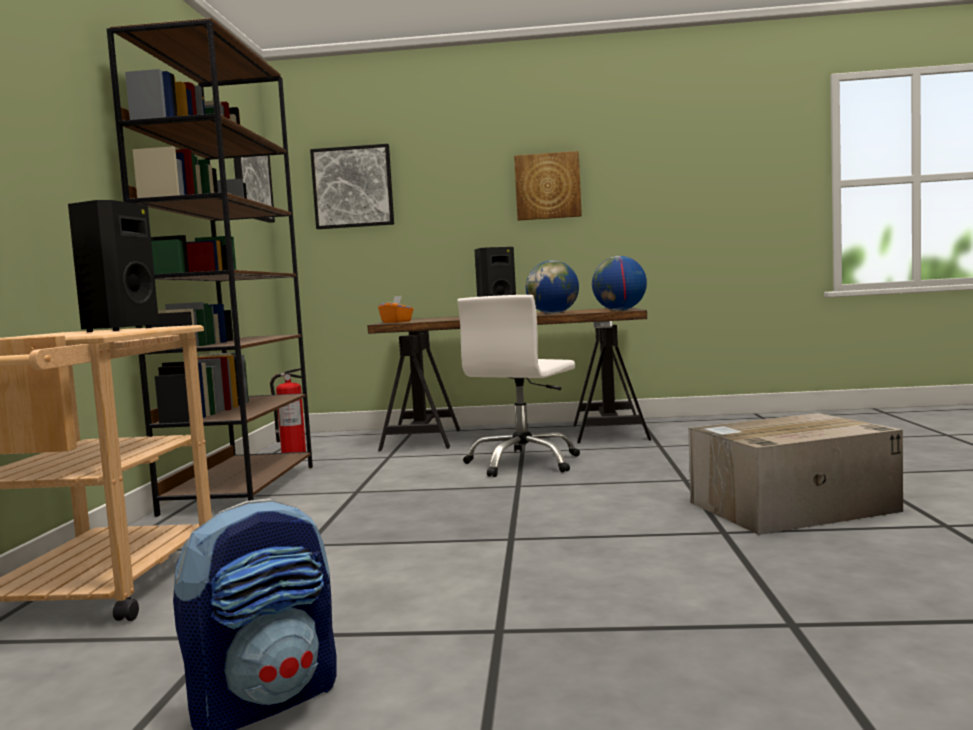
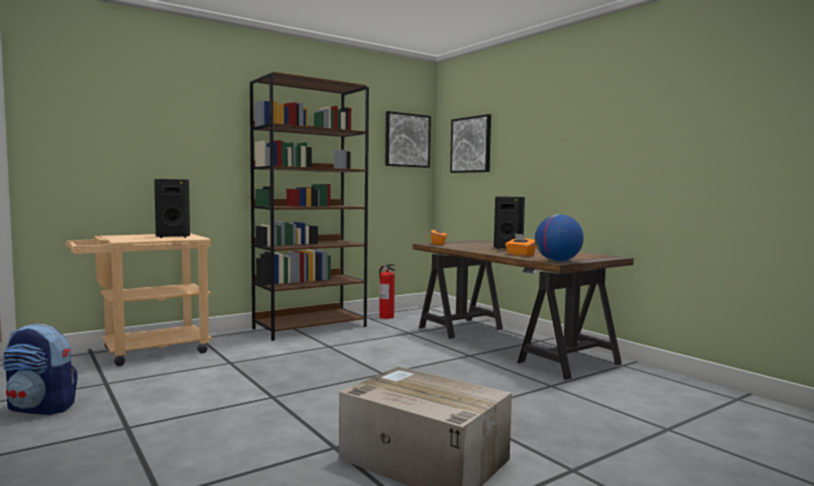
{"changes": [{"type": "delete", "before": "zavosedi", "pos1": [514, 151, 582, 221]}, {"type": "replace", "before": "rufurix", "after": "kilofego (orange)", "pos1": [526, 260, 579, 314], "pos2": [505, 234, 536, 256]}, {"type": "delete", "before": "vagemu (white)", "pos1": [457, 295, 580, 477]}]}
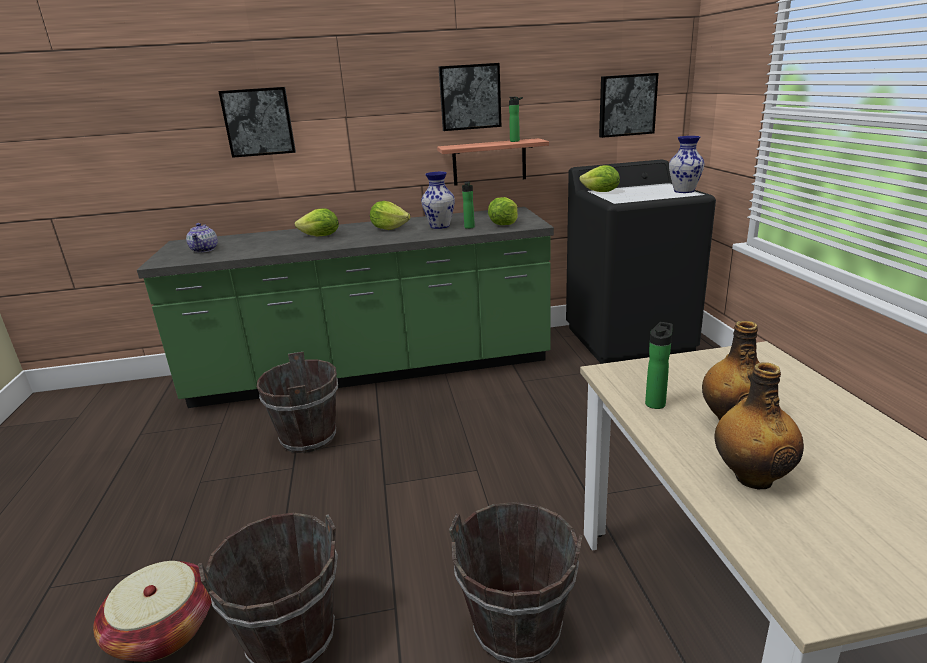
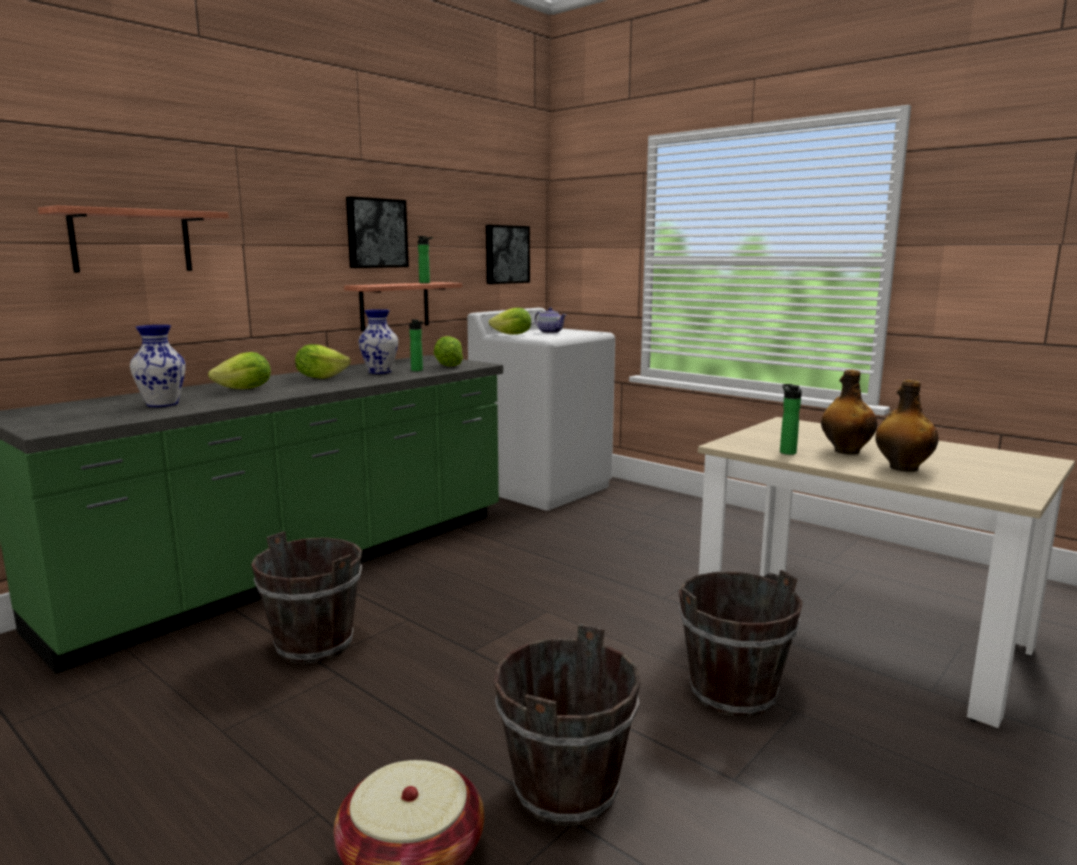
{"changes": [{"type": "replace", "before": "zavosedi", "after": "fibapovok", "pos1": [218, 87, 296, 158], "pos2": [38, 205, 229, 273]}, {"type": "move", "before": "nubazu", "pos1": [669, 136, 705, 193], "pos2": [130, 325, 186, 407]}, {"type": "recolor", "before": "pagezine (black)", "after": "pagezine (white)", "pos1": [566, 159, 716, 364], "pos2": [467, 308, 615, 511]}, {"type": "move", "before": "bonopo", "pos1": [186, 223, 218, 253], "pos2": [535, 307, 566, 334]}]}
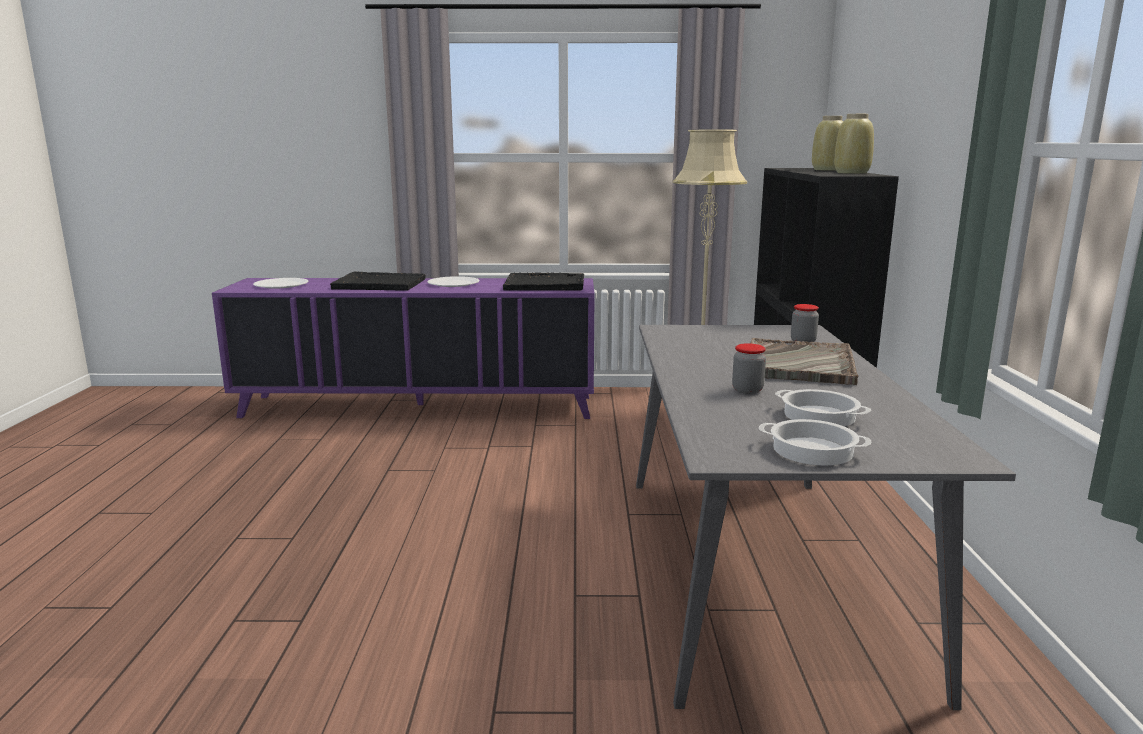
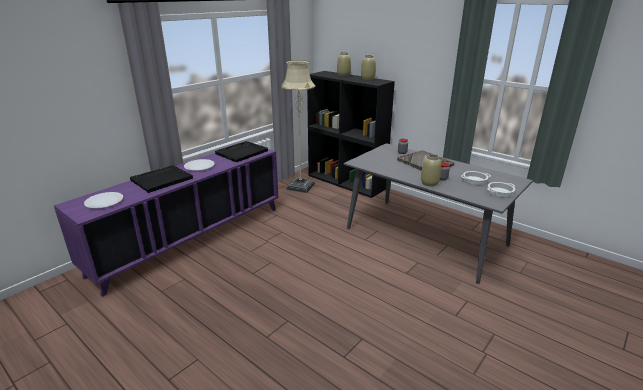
{"changes": [{"type": "insert", "after": "nubazu (beige)", "pos2": [421, 154, 441, 187]}]}
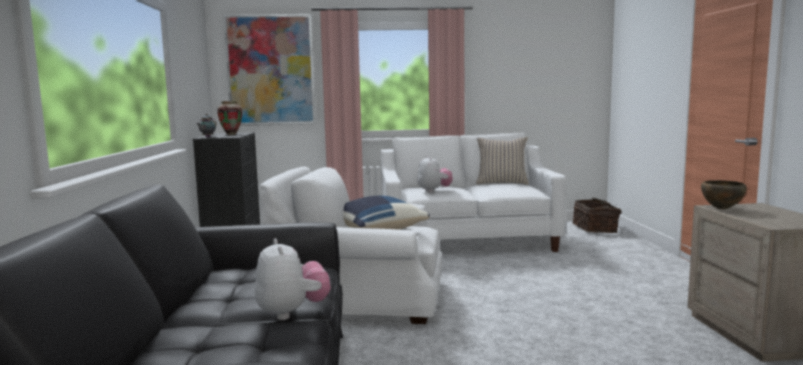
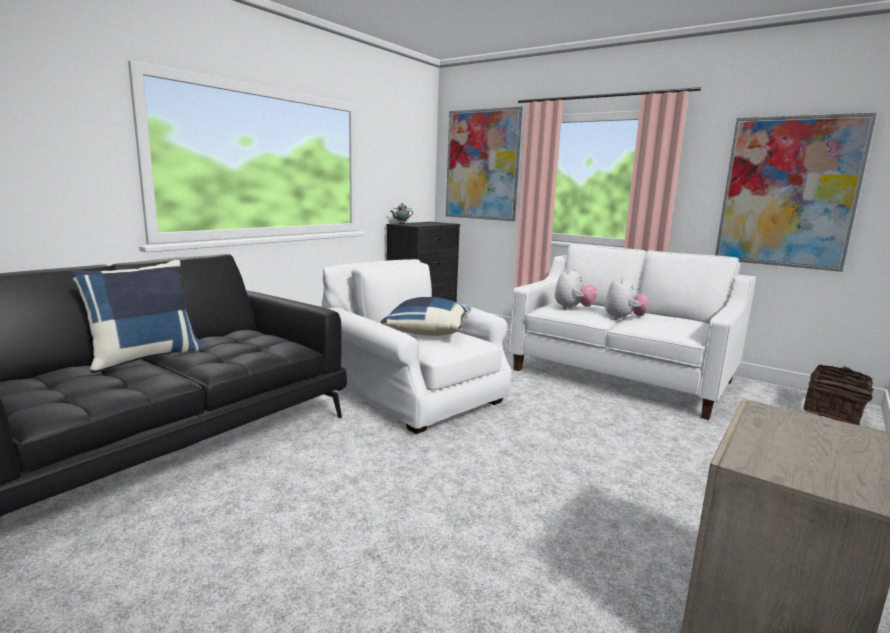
{"changes": [{"type": "delete", "before": "nubazu", "pos1": [217, 101, 242, 135]}, {"type": "delete", "before": "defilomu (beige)", "pos1": [476, 137, 529, 185]}, {"type": "delete", "before": "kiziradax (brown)", "pos1": [701, 180, 747, 209]}, {"type": "move", "before": "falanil", "pos1": [255, 238, 331, 320], "pos2": [605, 276, 648, 320]}, {"type": "insert", "after": "zavosedi", "pos2": [715, 113, 877, 272]}, {"type": "insert", "after": "defilomu (blue)", "pos2": [69, 260, 205, 373]}]}
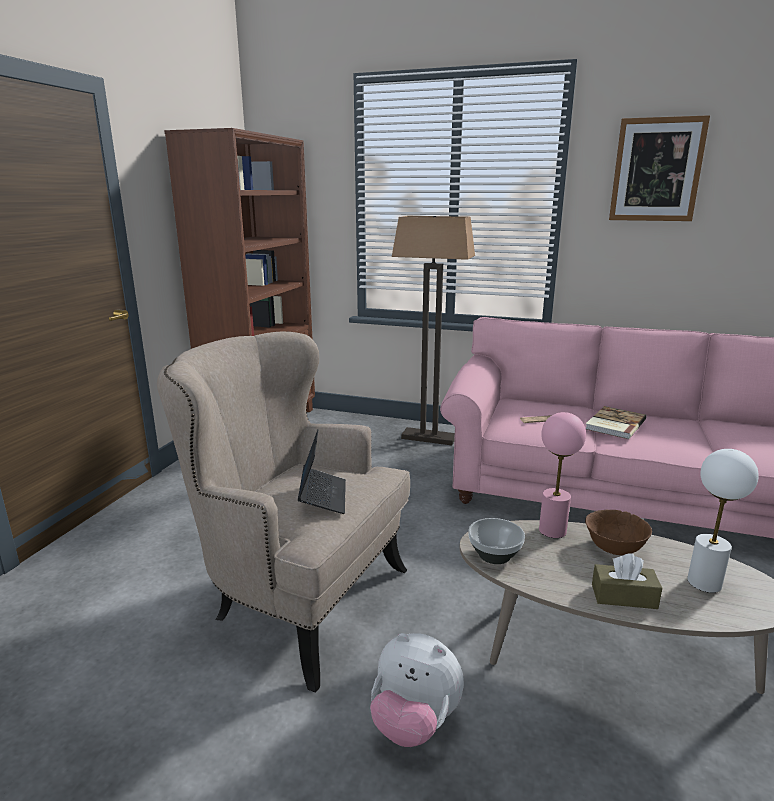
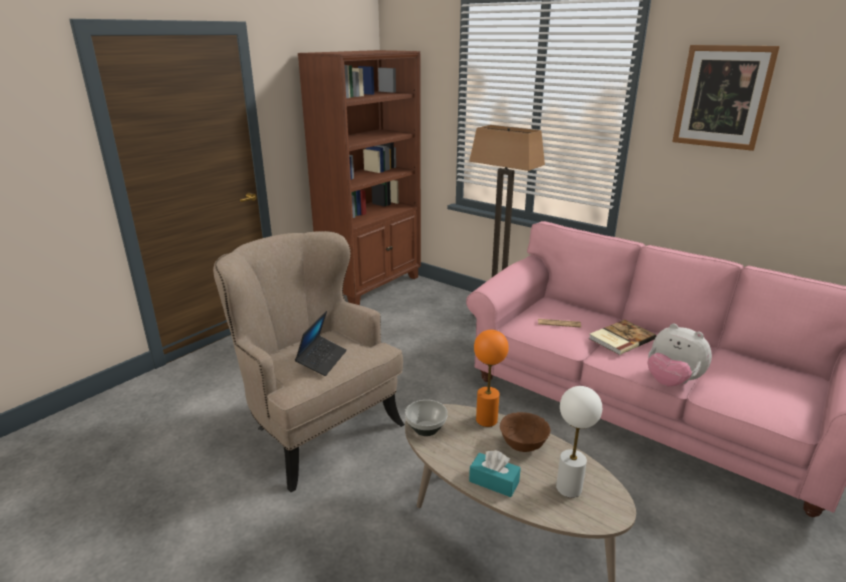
{"changes": [{"type": "recolor", "before": "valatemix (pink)", "after": "valatemix (orange)", "pos1": [539, 412, 586, 538], "pos2": [474, 330, 509, 427]}, {"type": "recolor", "before": "kilofego (brown)", "after": "kilofego (turquoise)", "pos1": [592, 553, 662, 609], "pos2": [469, 450, 521, 497]}, {"type": "move", "before": "falanil", "pos1": [370, 633, 464, 747], "pos2": [647, 323, 712, 387]}]}
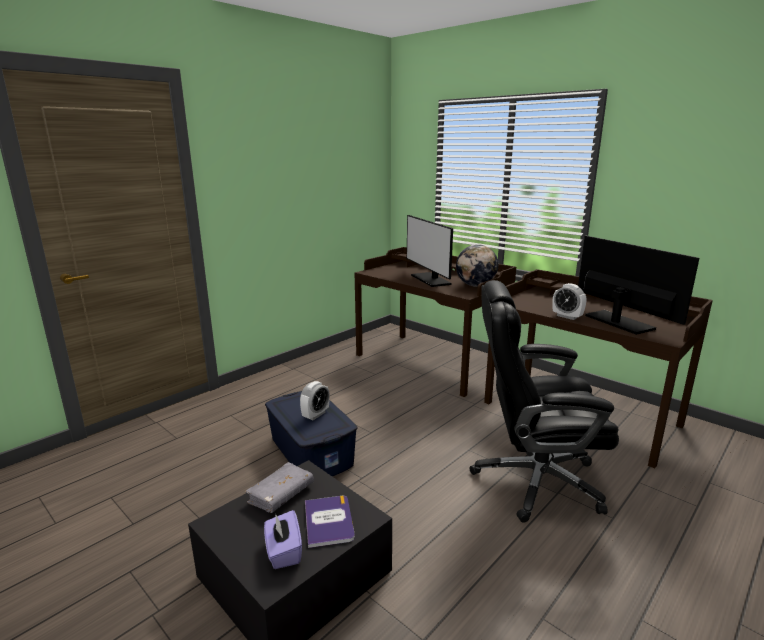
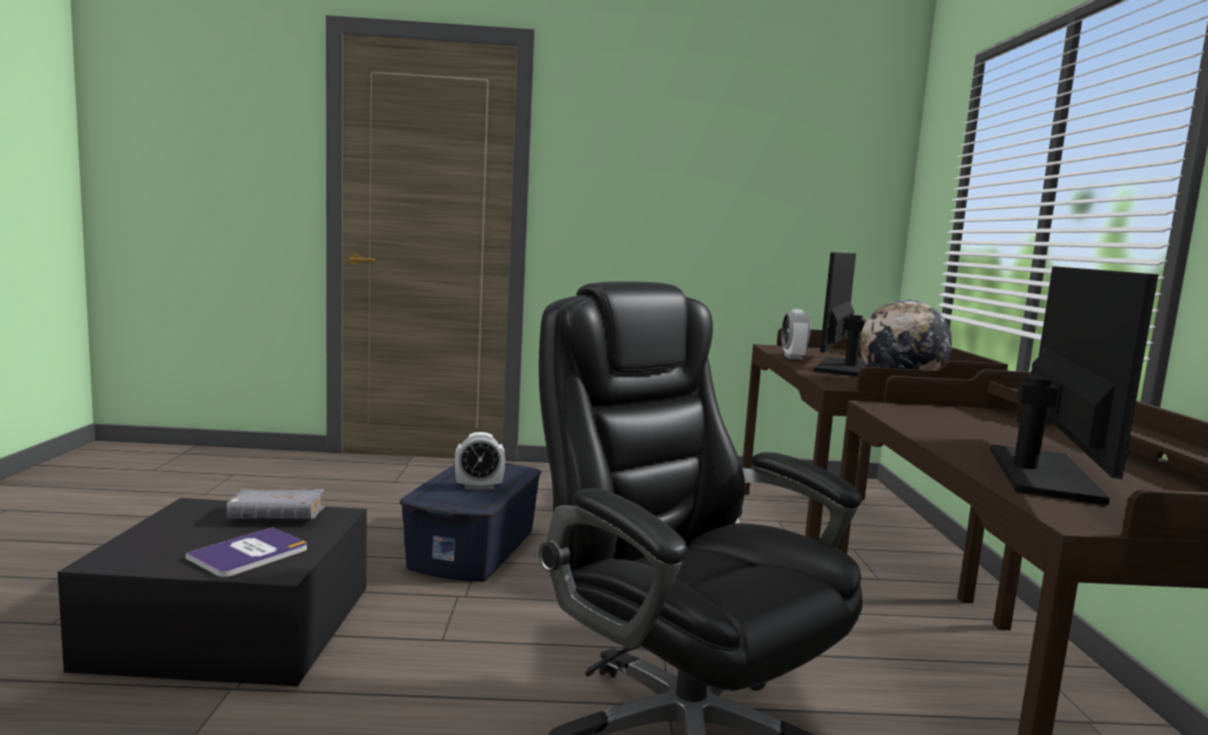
{"changes": [{"type": "move", "before": "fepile", "pos1": [552, 283, 586, 320], "pos2": [781, 309, 811, 360]}, {"type": "delete", "before": "kilofego (purple)", "pos1": [264, 510, 302, 569]}]}
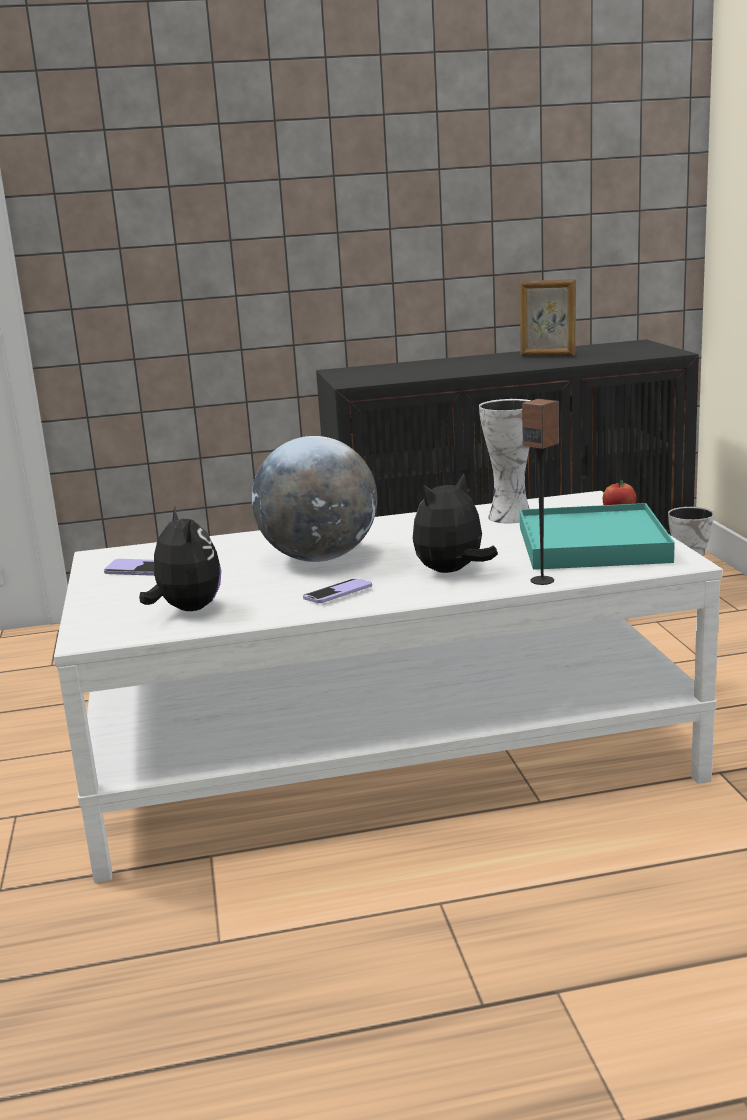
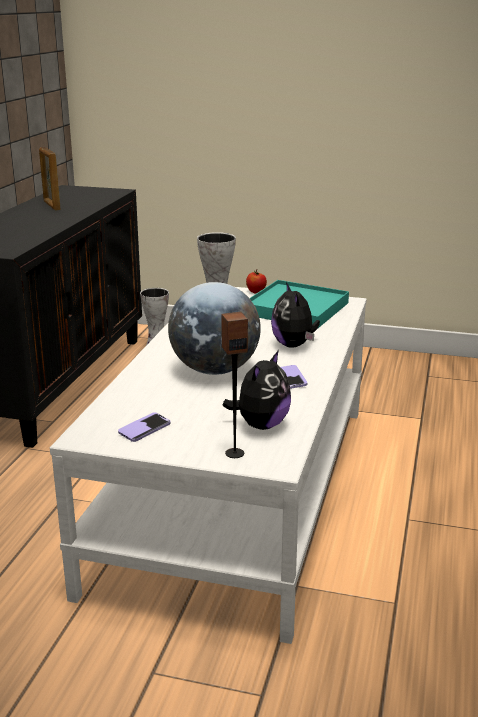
{"changes": [{"type": "rotate", "before": "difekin", "pos1": [520, 279, 576, 356], "pos2": [39, 147, 61, 211], "turn": 105}, {"type": "move", "before": "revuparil", "pos1": [522, 399, 559, 585], "pos2": [221, 312, 248, 458]}, {"type": "rotate", "before": "falanil", "pos1": [139, 507, 221, 611], "pos2": [223, 350, 291, 430], "turn": 120}]}
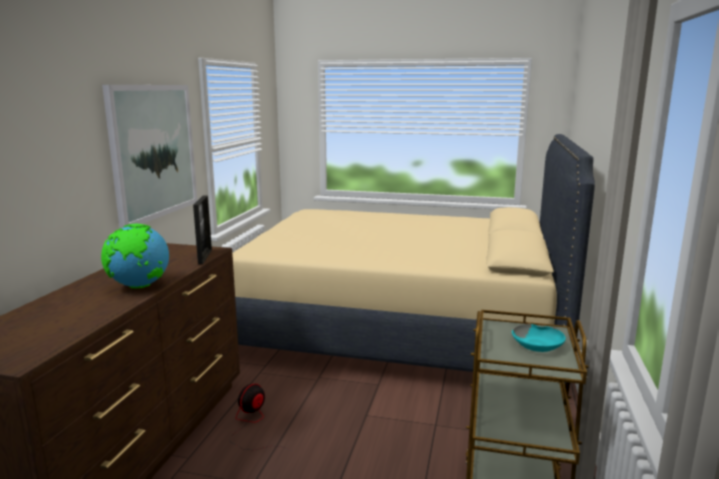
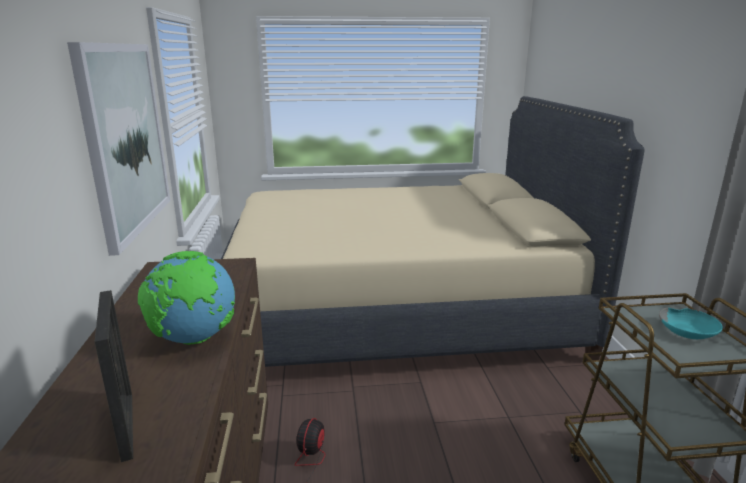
{"changes": [{"type": "move", "before": "difekin", "pos1": [193, 195, 212, 264], "pos2": [95, 290, 133, 462]}]}
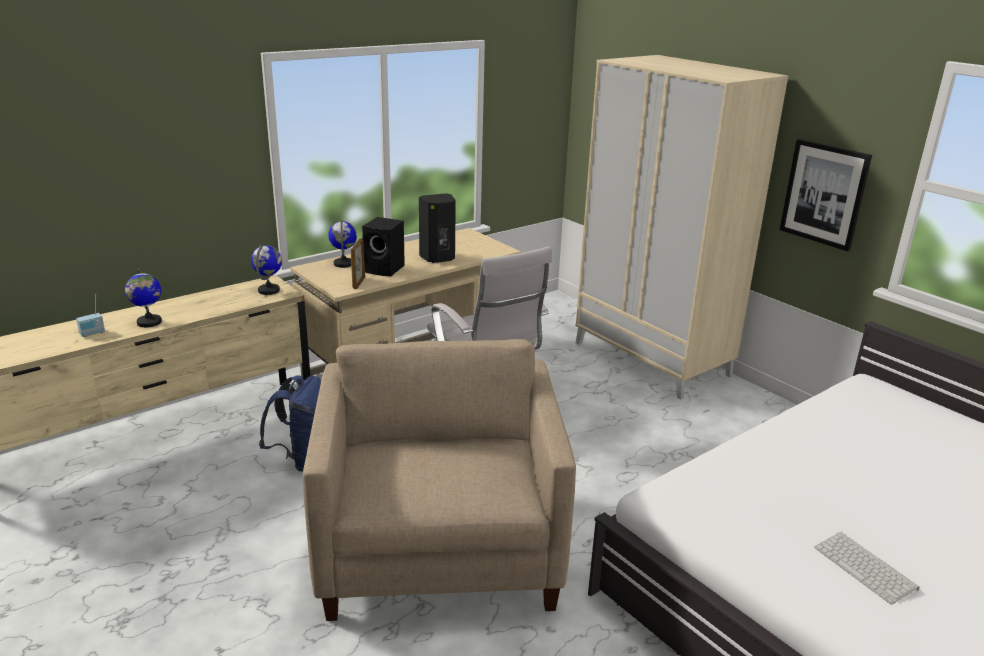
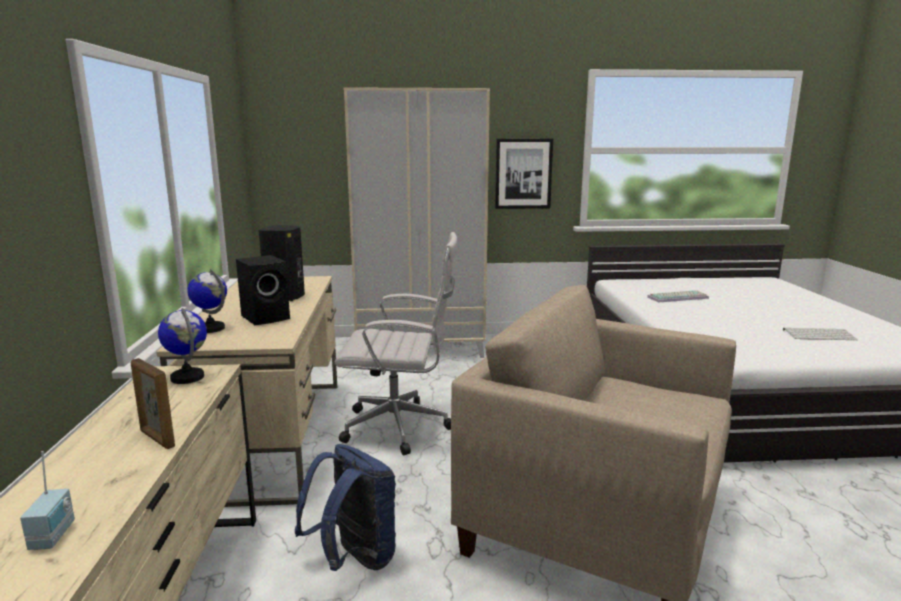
{"changes": [{"type": "move", "before": "difekin", "pos1": [351, 239, 365, 289], "pos2": [131, 358, 175, 449]}, {"type": "delete", "before": "rufurix", "pos1": [125, 268, 162, 327]}, {"type": "insert", "after": "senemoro", "pos2": [647, 290, 709, 302]}]}
